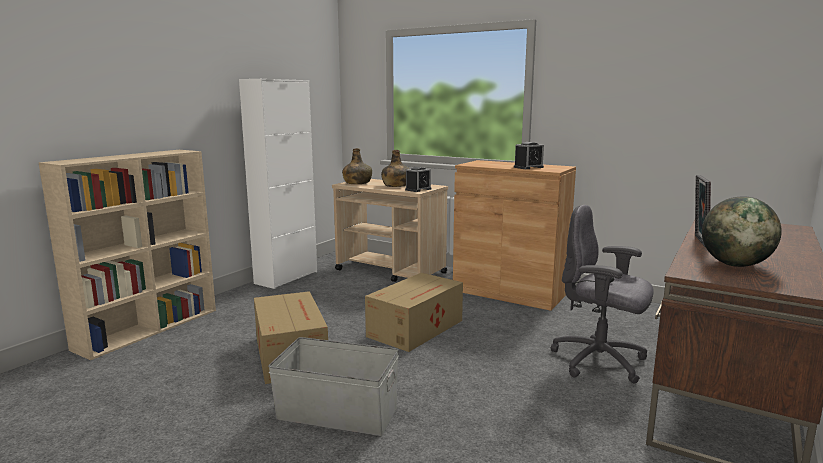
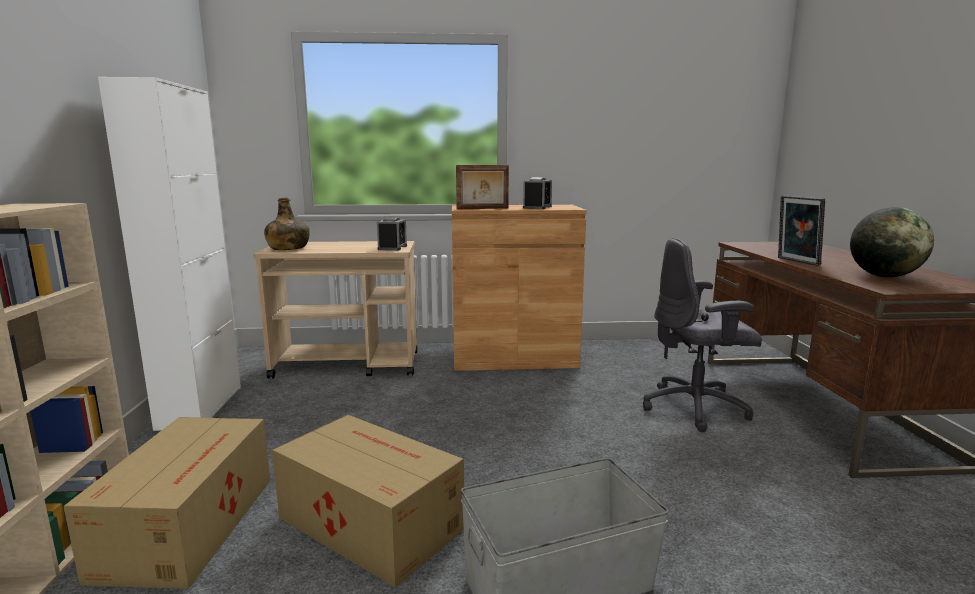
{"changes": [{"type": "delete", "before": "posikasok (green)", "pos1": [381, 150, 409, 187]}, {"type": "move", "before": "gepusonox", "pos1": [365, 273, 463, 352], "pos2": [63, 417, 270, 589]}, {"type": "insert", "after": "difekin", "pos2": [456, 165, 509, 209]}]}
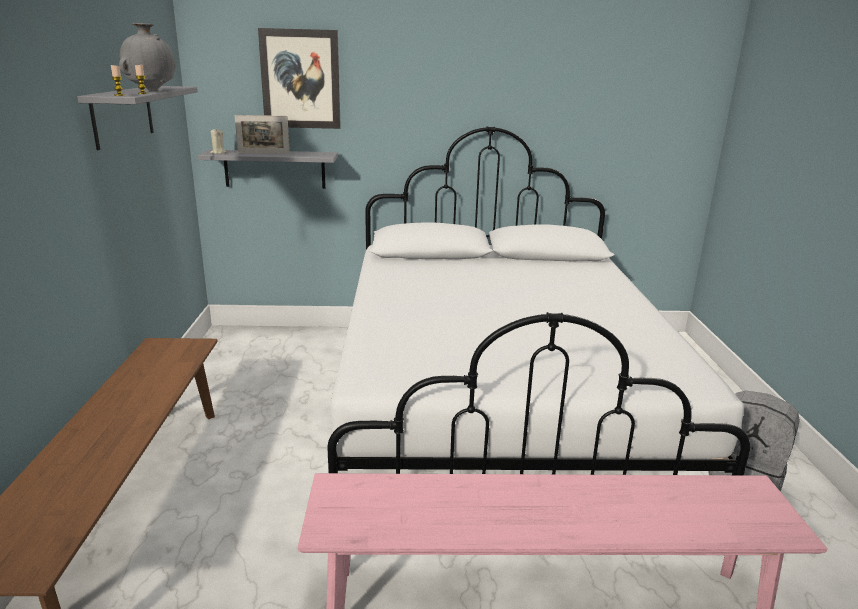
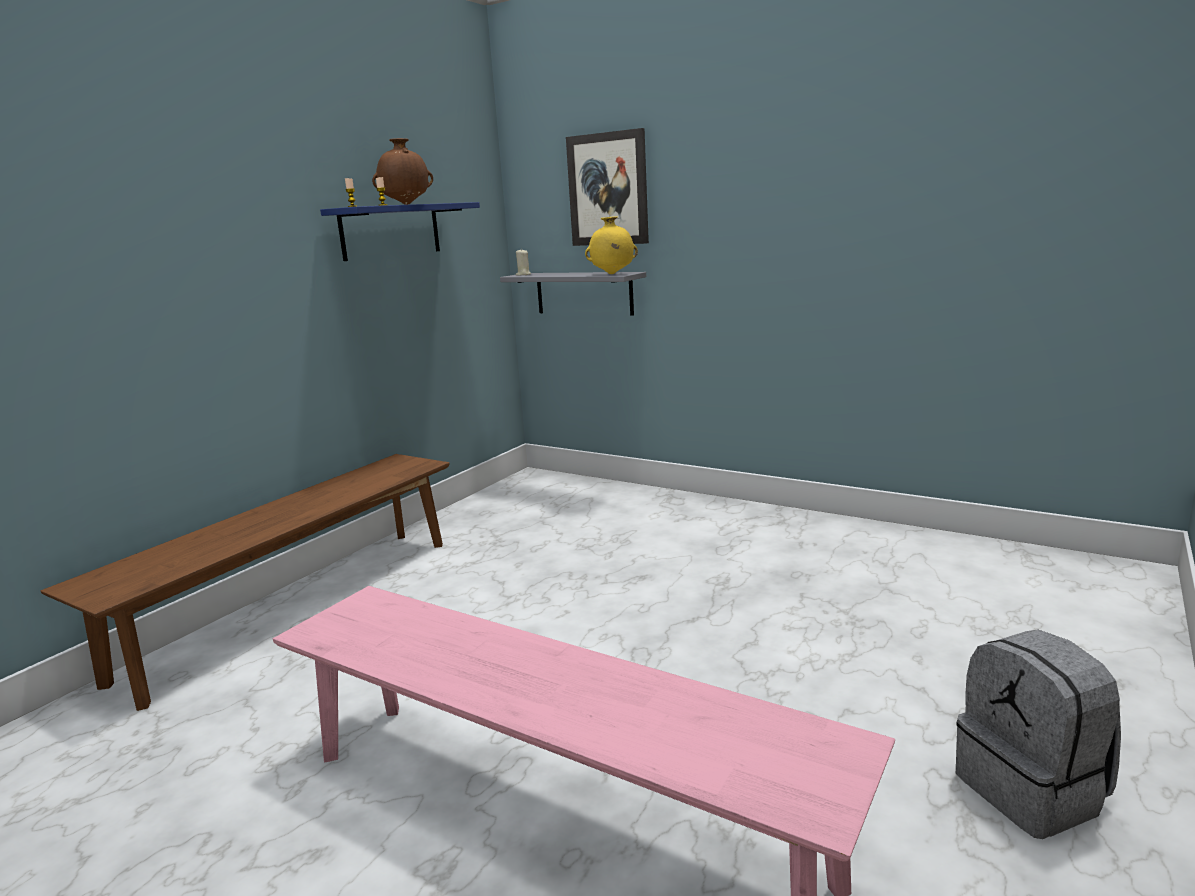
{"changes": [{"type": "recolor", "before": "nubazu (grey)", "after": "nubazu (brown)", "pos1": [119, 23, 175, 91], "pos2": [372, 138, 433, 205]}, {"type": "recolor", "before": "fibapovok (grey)", "after": "fibapovok (blue)", "pos1": [77, 86, 198, 150], "pos2": [320, 202, 480, 261]}, {"type": "delete", "before": "difekin", "pos1": [235, 115, 290, 154]}, {"type": "delete", "before": "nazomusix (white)", "pos1": [327, 127, 750, 475]}, {"type": "insert", "after": "nubazu (yellow)", "pos2": [585, 216, 638, 274]}]}
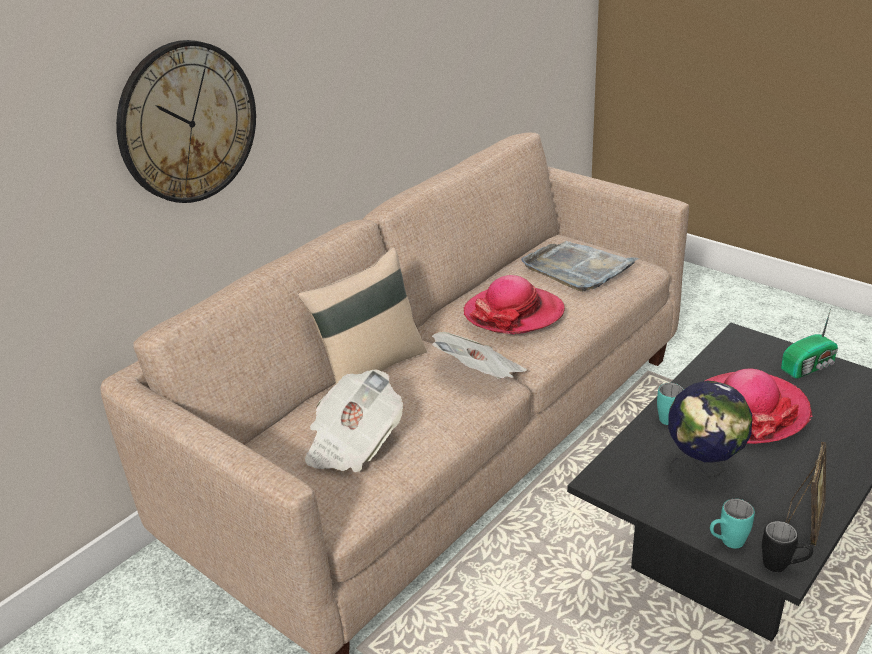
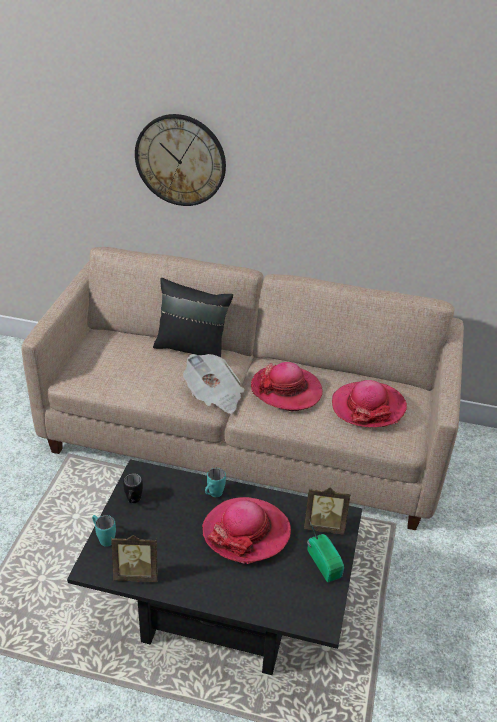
{"changes": [{"type": "replace", "before": "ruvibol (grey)", "after": "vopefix", "pos1": [521, 241, 640, 292], "pos2": [332, 380, 407, 427]}, {"type": "recolor", "before": "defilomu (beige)", "after": "defilomu (black)", "pos1": [298, 247, 427, 384], "pos2": [153, 278, 233, 357]}, {"type": "rotate", "before": "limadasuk", "pos1": [781, 309, 838, 379], "pos2": [307, 520, 344, 582], "turn": -150}, {"type": "delete", "before": "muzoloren", "pos1": [305, 370, 403, 472]}, {"type": "delete", "before": "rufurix", "pos1": [668, 381, 752, 480]}, {"type": "move", "before": "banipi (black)", "pos1": [762, 521, 813, 572], "pos2": [123, 473, 143, 503]}, {"type": "insert", "after": "difekin", "pos2": [304, 488, 351, 534]}]}
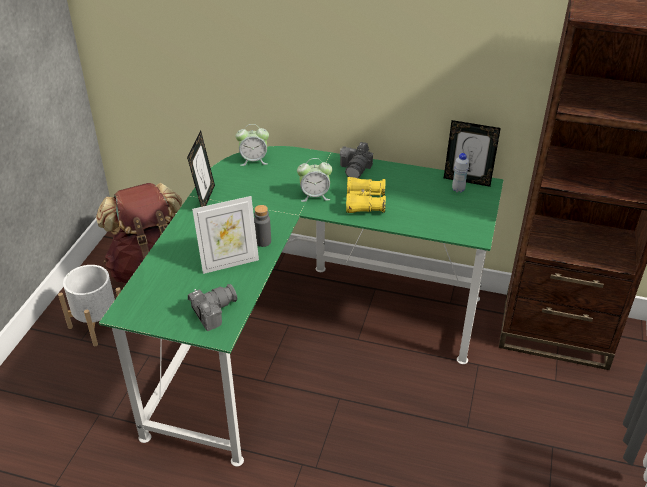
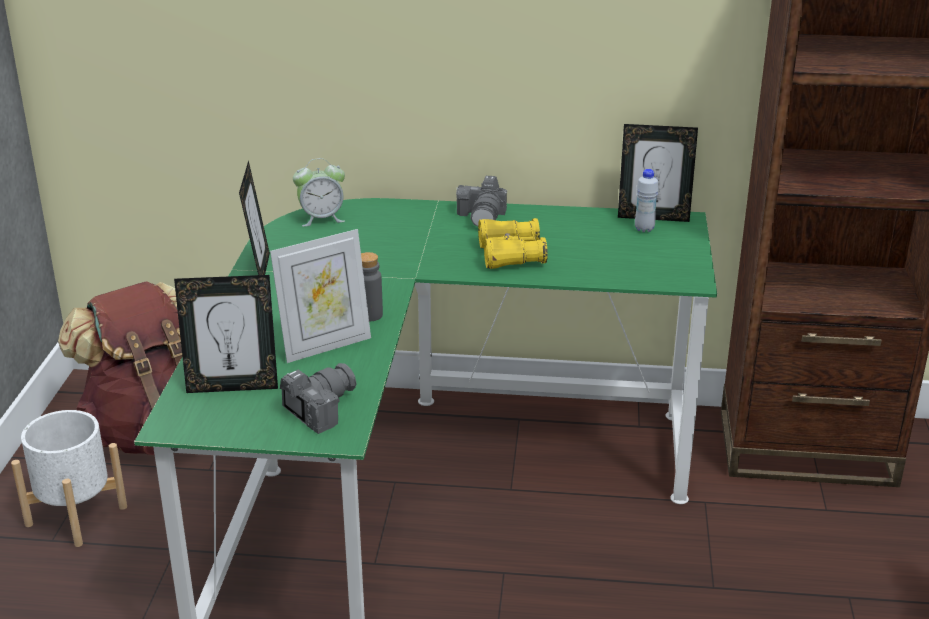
{"changes": [{"type": "delete", "before": "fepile", "pos1": [297, 158, 332, 202]}, {"type": "insert", "after": "difekin", "pos2": [174, 275, 278, 393]}]}
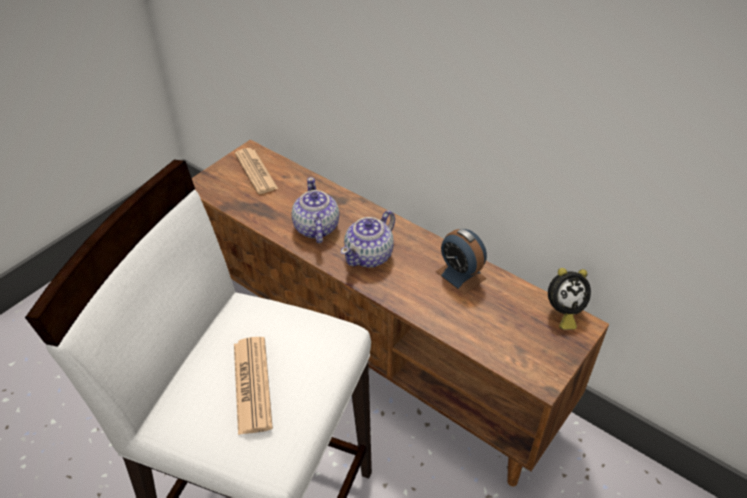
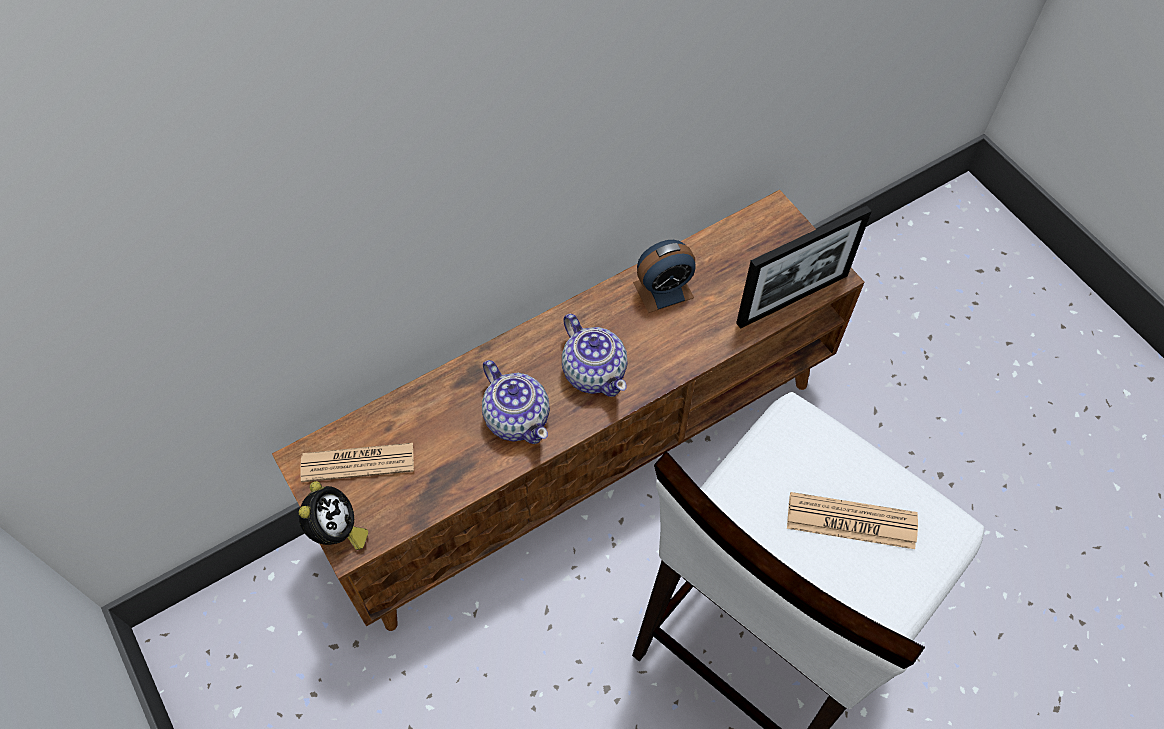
{"changes": [{"type": "rotate", "before": "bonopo", "pos1": [292, 177, 339, 243], "pos2": [482, 360, 550, 444], "turn": -135}, {"type": "move", "before": "fepile", "pos1": [548, 268, 591, 330], "pos2": [299, 481, 368, 550]}, {"type": "insert", "after": "difekin", "pos2": [736, 206, 872, 329]}]}
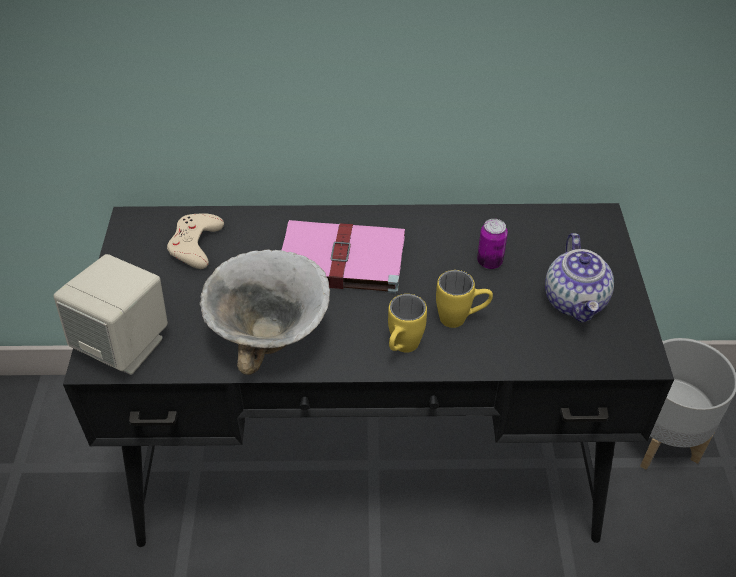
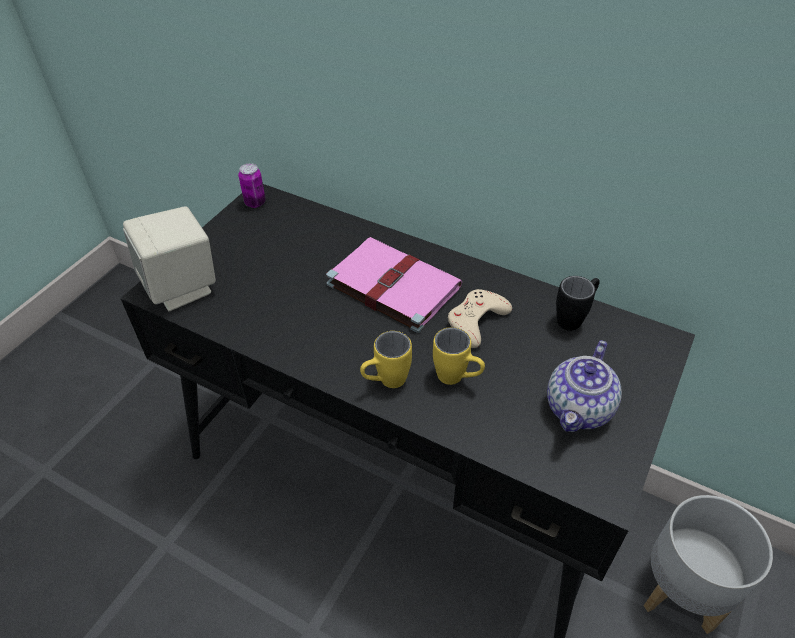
{"changes": [{"type": "move", "before": "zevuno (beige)", "pos1": [167, 213, 224, 269], "pos2": [448, 289, 512, 348]}, {"type": "move", "before": "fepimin", "pos1": [477, 219, 508, 269], "pos2": [238, 163, 266, 208]}, {"type": "delete", "before": "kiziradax", "pos1": [200, 250, 330, 375]}, {"type": "insert", "after": "banipi (black)", "pos2": [556, 276, 600, 331]}]}
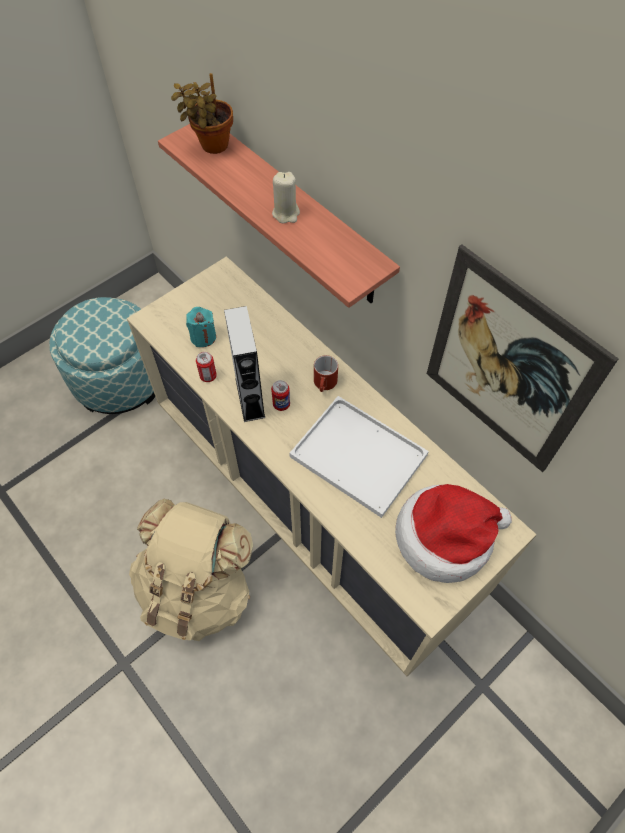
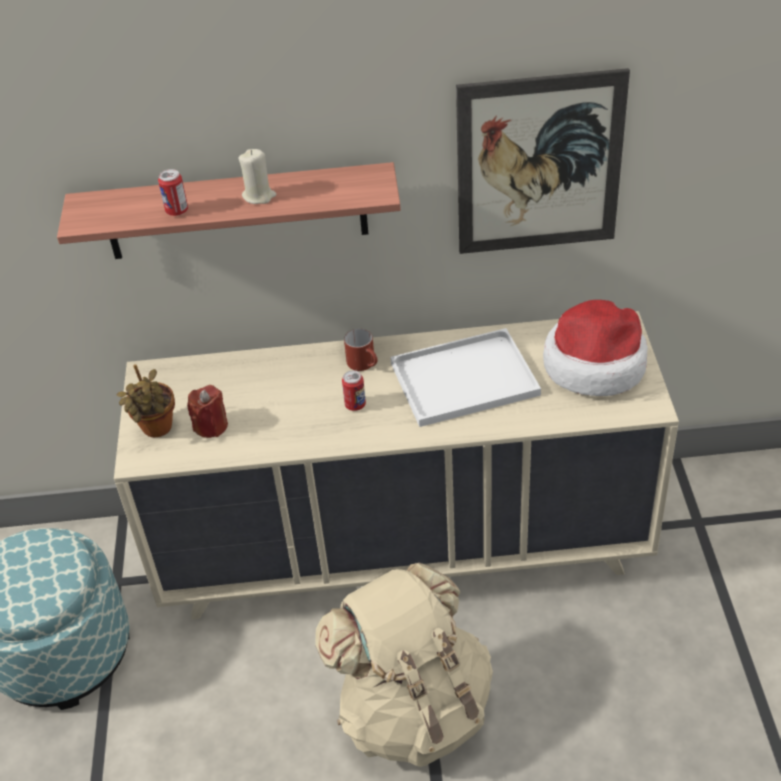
{"changes": [{"type": "move", "before": "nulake", "pos1": [171, 73, 233, 154], "pos2": [117, 364, 175, 437]}, {"type": "delete", "before": "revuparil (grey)", "pos1": [224, 306, 265, 422]}, {"type": "recolor", "before": "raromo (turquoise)", "after": "raromo (red)", "pos1": [186, 307, 216, 347], "pos2": [187, 385, 228, 438]}, {"type": "move", "before": "fepimin", "pos1": [196, 352, 217, 382], "pos2": [158, 169, 188, 216]}]}
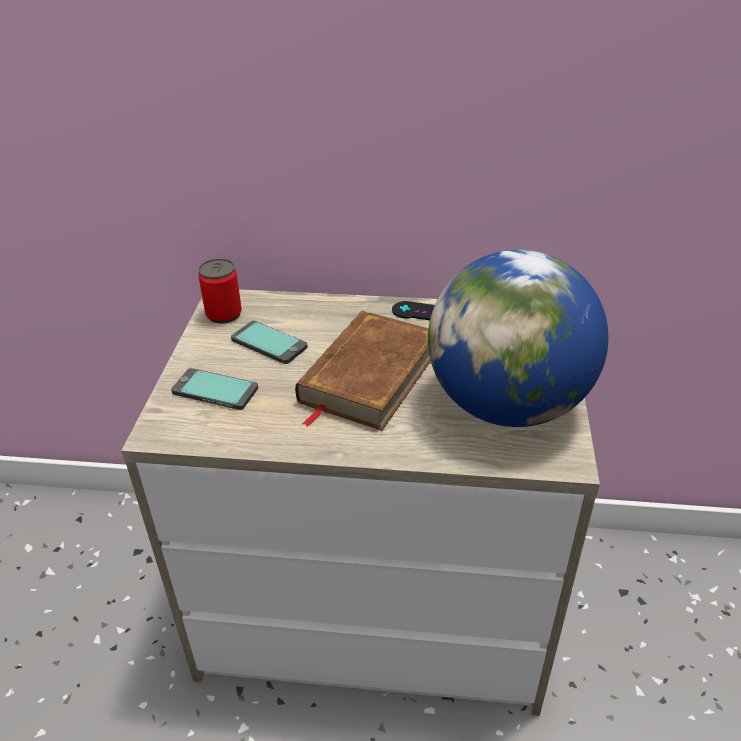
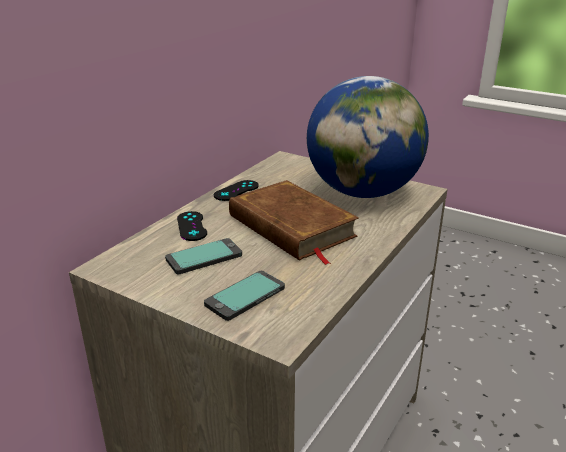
{"changes": [{"type": "delete", "before": "fepimin", "pos1": [198, 259, 242, 324]}, {"type": "insert", "after": "zevuno (black)", "pos2": [177, 211, 207, 241]}]}
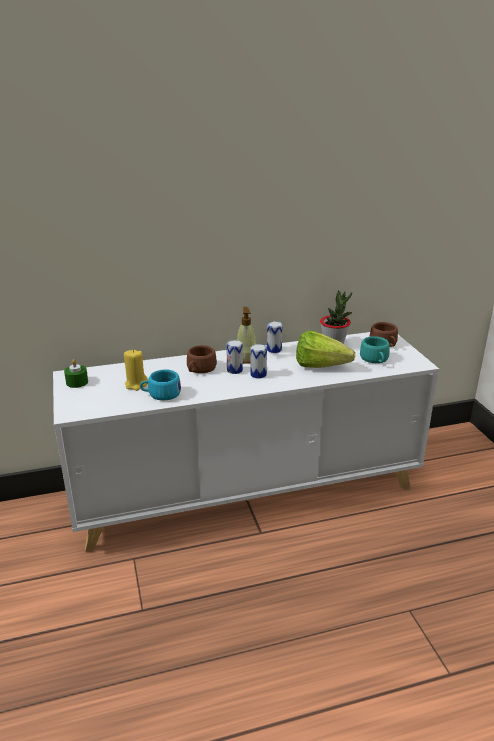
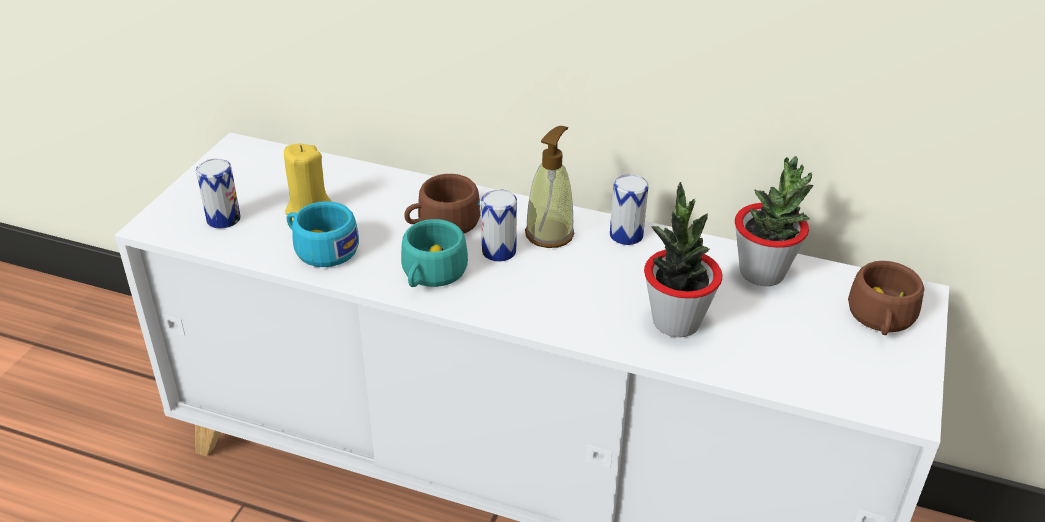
{"changes": [{"type": "replace", "before": "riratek", "after": "nulake", "pos1": [296, 330, 355, 368], "pos2": [644, 182, 722, 337]}, {"type": "move", "before": "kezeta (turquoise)", "pos1": [360, 336, 390, 363], "pos2": [401, 219, 468, 287]}, {"type": "move", "before": "fepimin", "pos1": [250, 344, 267, 378], "pos2": [196, 159, 241, 229]}, {"type": "delete", "before": "raromo (green)", "pos1": [64, 359, 88, 388]}]}
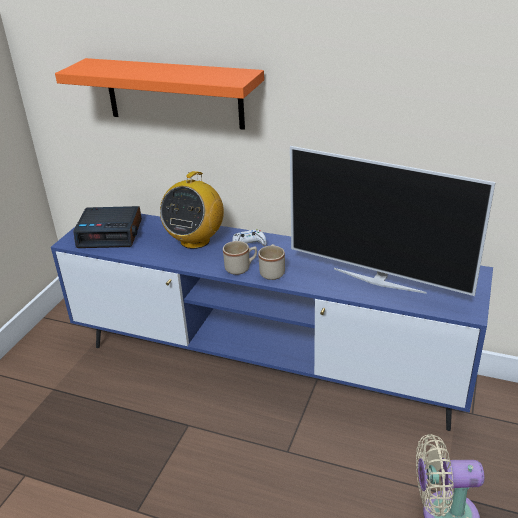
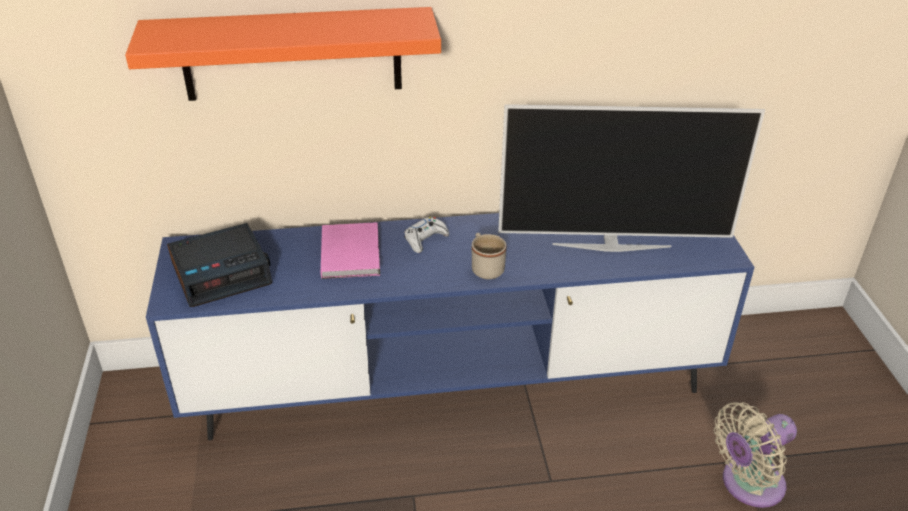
{"changes": [{"type": "replace", "before": "limadasuk", "after": "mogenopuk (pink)", "pos1": [160, 171, 224, 249], "pos2": [321, 222, 380, 279]}, {"type": "delete", "before": "banipi (beige)", "pos1": [223, 241, 257, 275]}]}
